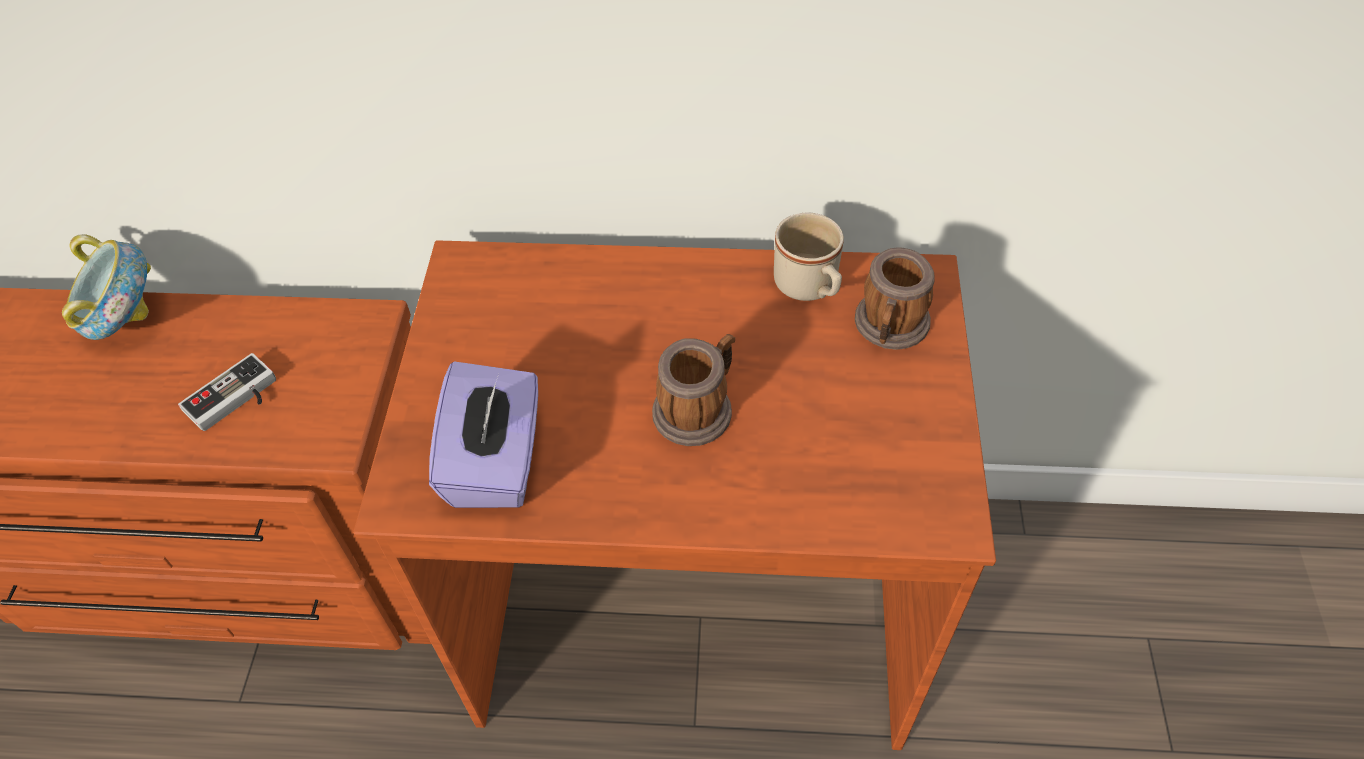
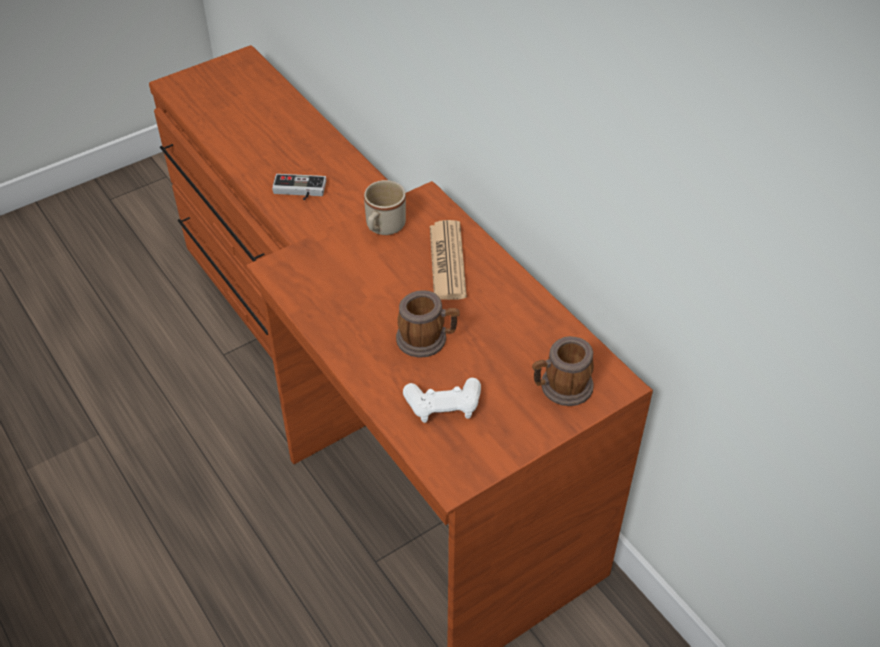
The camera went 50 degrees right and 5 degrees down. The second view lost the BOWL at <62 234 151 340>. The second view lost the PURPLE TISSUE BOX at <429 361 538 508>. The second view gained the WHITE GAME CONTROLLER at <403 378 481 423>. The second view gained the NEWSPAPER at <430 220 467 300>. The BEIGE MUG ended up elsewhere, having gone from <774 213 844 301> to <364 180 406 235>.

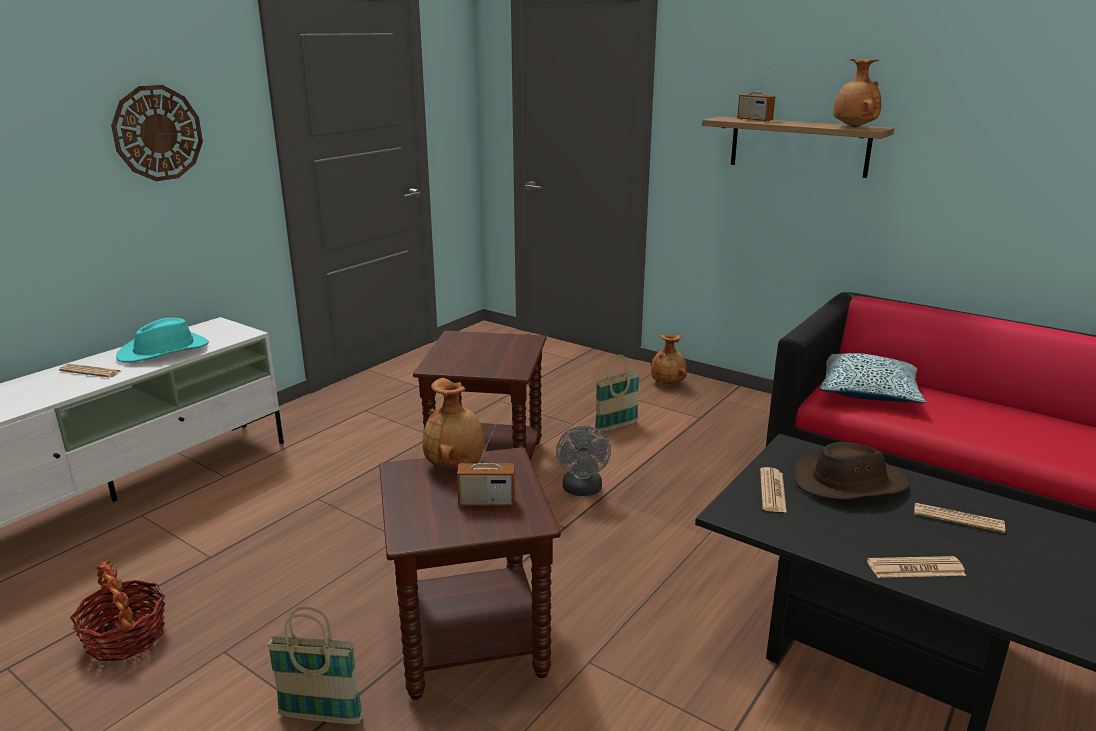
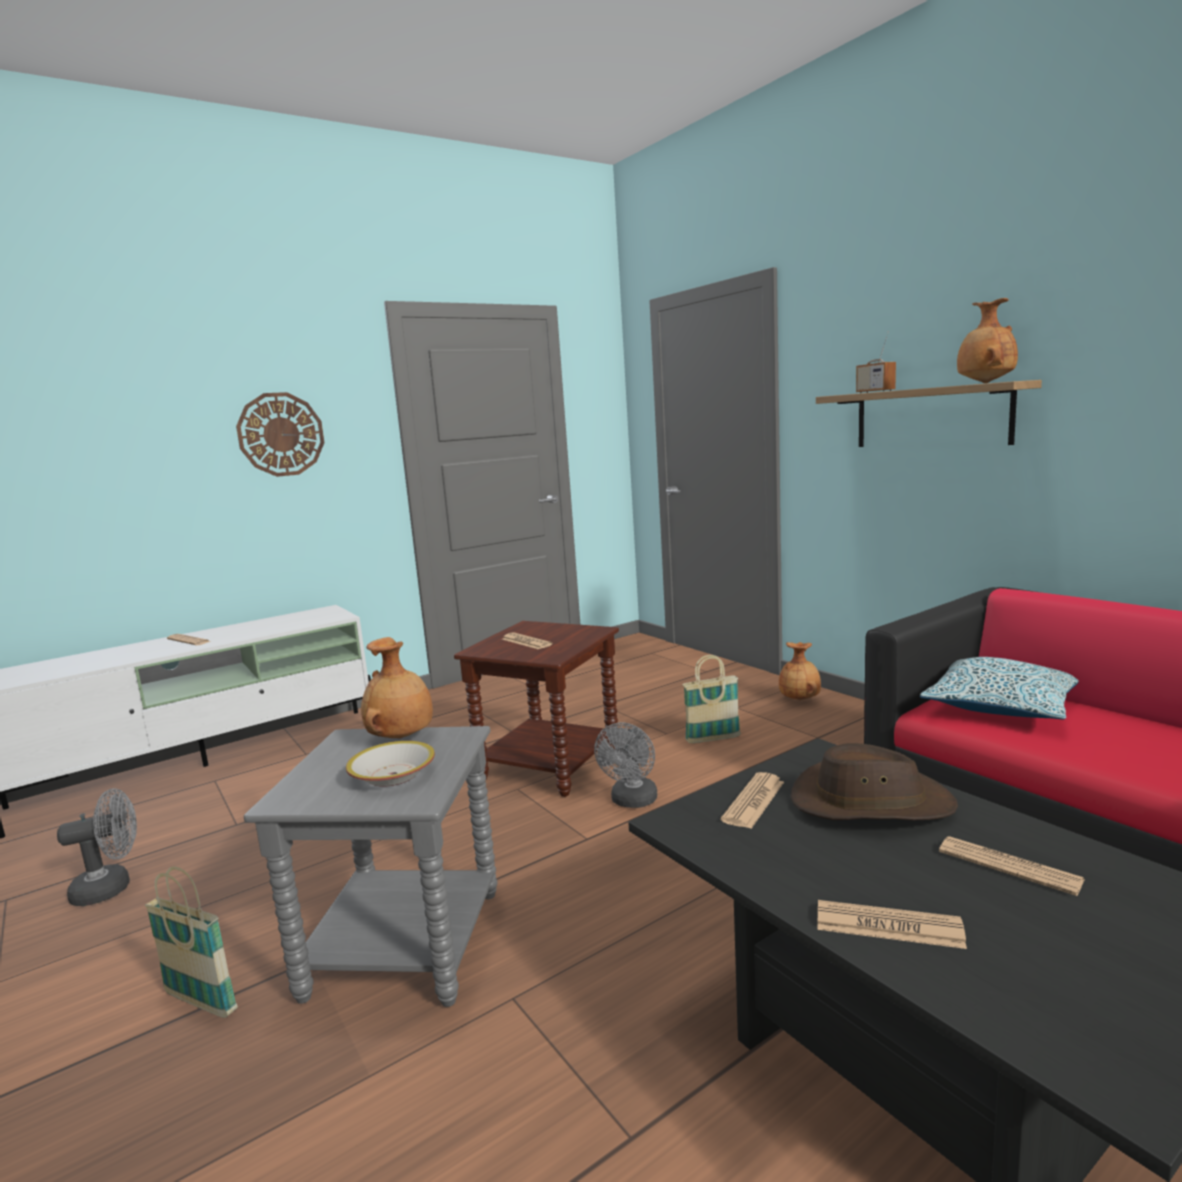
The camera went 20 degrees right and 10 degrees down. The second view lost the TURQUOISE HAT at <116 318 209 363>. The second view gained the NEWSPAPER at <502 633 553 649>. Where the BASKET stood at <70 560 165 662>, the GREY FAN came to stand at <57 788 137 906>. Where the RADIO stood at <457 424 515 506>, the BOWL came to stand at <346 741 435 787>. What was the BROWN SIDE TABLE at <379 447 561 700> turned into the GREY SIDE TABLE at <244 726 498 1007>.

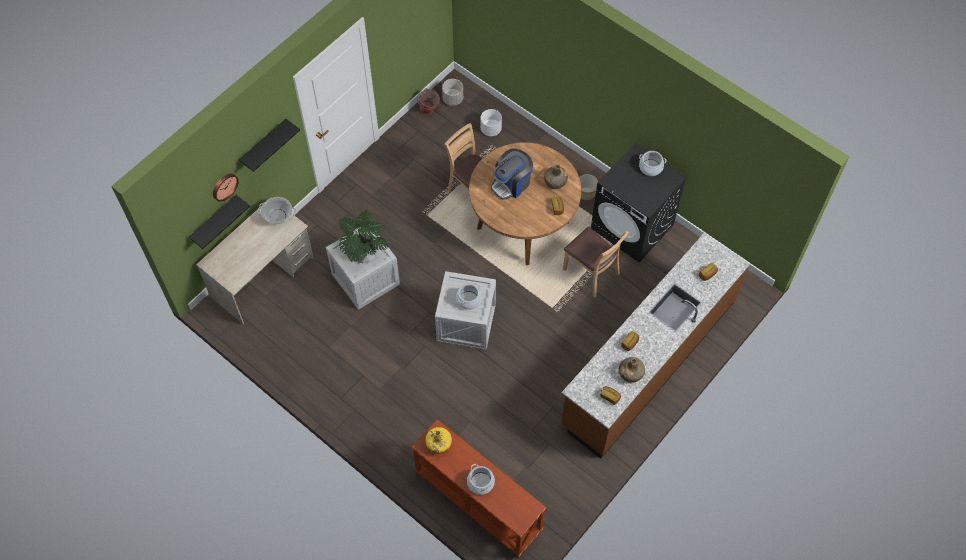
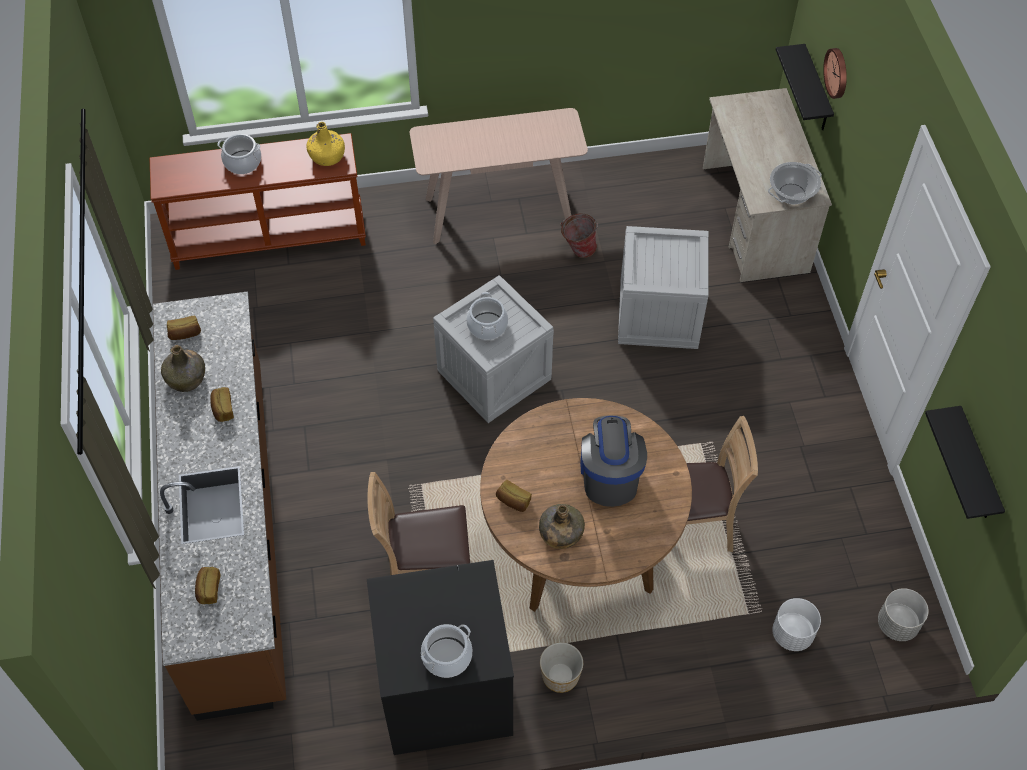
The camera went 130 degrees right and 5 degrees down. The second view lost the POTTED PLANT at <339 210 389 263>. The second view gained the BEIGE CONSOLE TABLE at <410 108 588 244>. The BLACK SHELF ended up elsewhere, having gone from <239 119 300 172> to <925 406 1005 519>. The BUCKET ended up elsewhere, having gone from <417 88 440 115> to <561 213 598 258>.

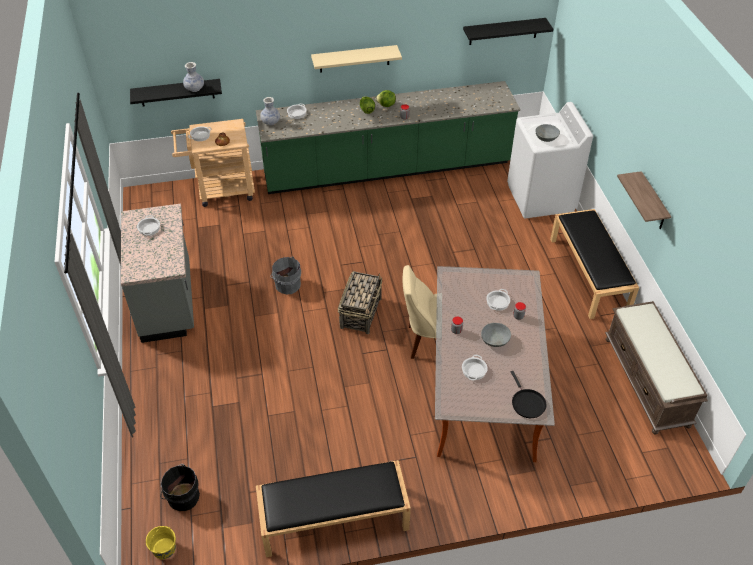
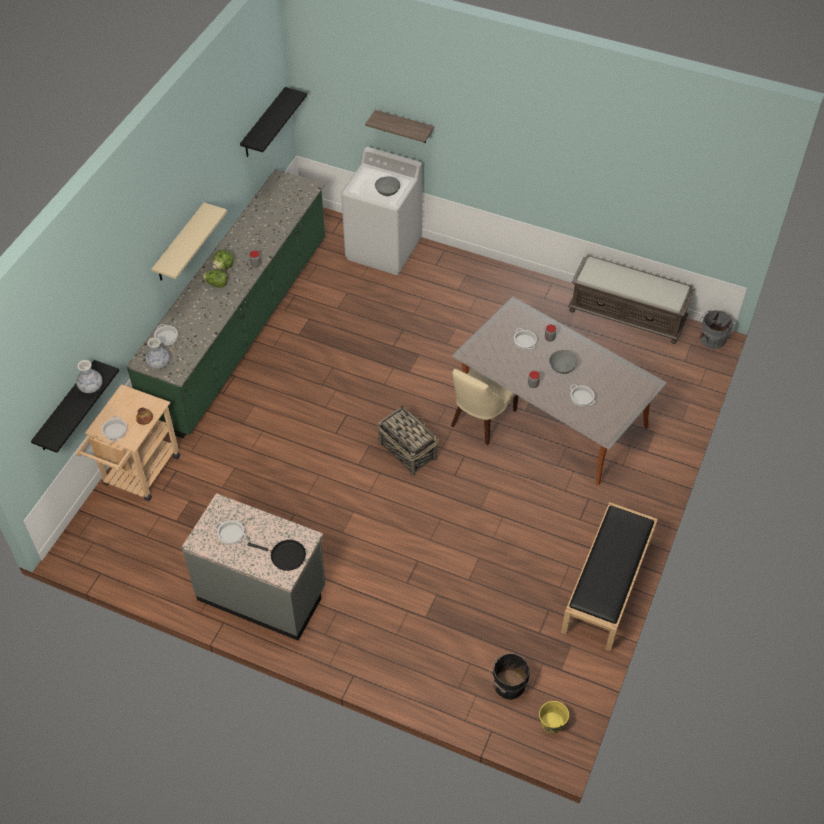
The camera went 55 degrees left and 5 degrees up. The second view lost the BLACK BENCH at <550 209 639 319>. The GREY BUCKET ended up elsewhere, having gone from <270 257 301 294> to <698 310 733 349>. The BLACK FRYING PAN ended up elsewhere, having gone from <511 371 547 418> to <248 540 306 571>. The SHELF ended up elsewhere, having gone from <617 171 671 229> to <365 110 434 143>.

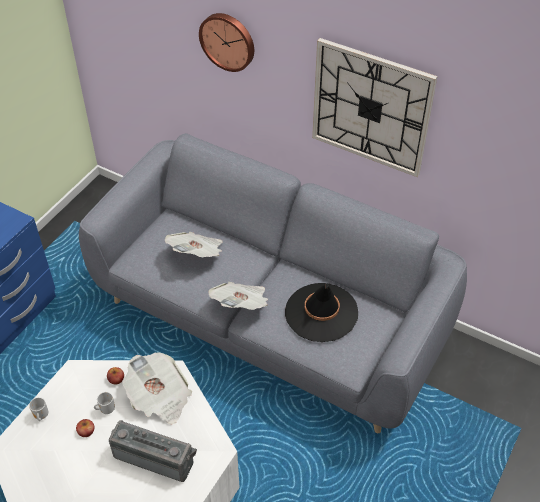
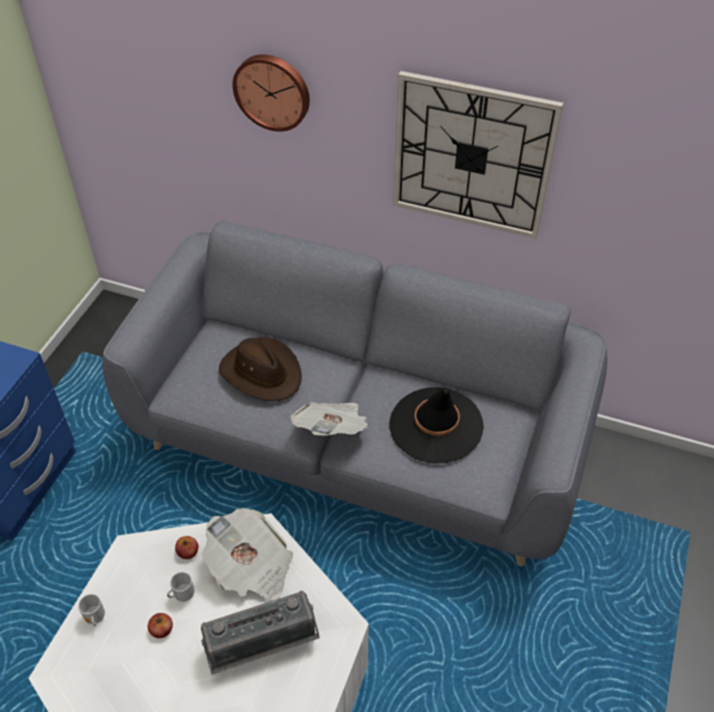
The camera went 10 degrees left and 0 degrees up. Where the NEWSPAPER stood at <165 232 223 257>, the BROWN HAT came to stand at <219 337 302 401>. The RADIO at <109 420 197 482> ended up facing another way, 150 degrees clockwise from before.

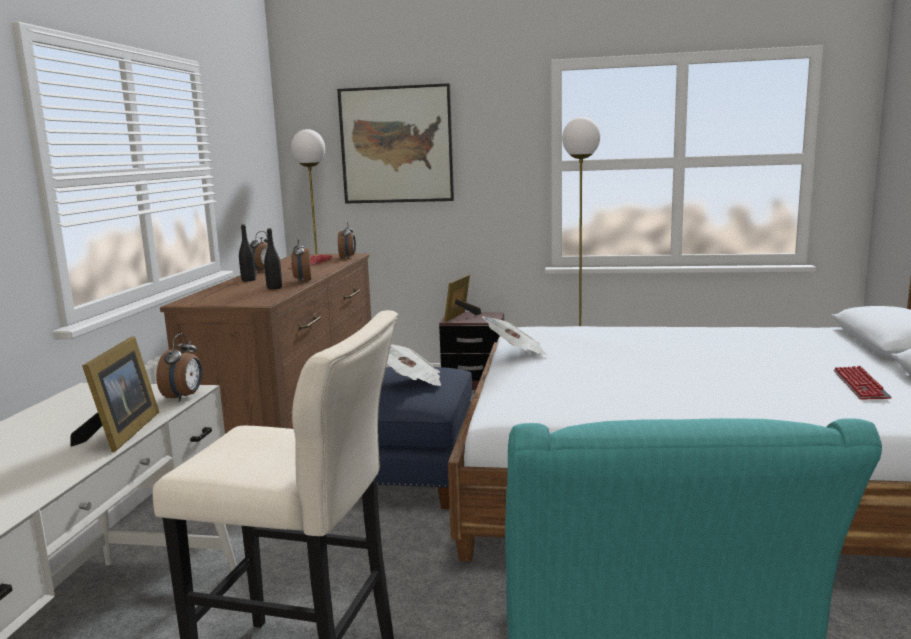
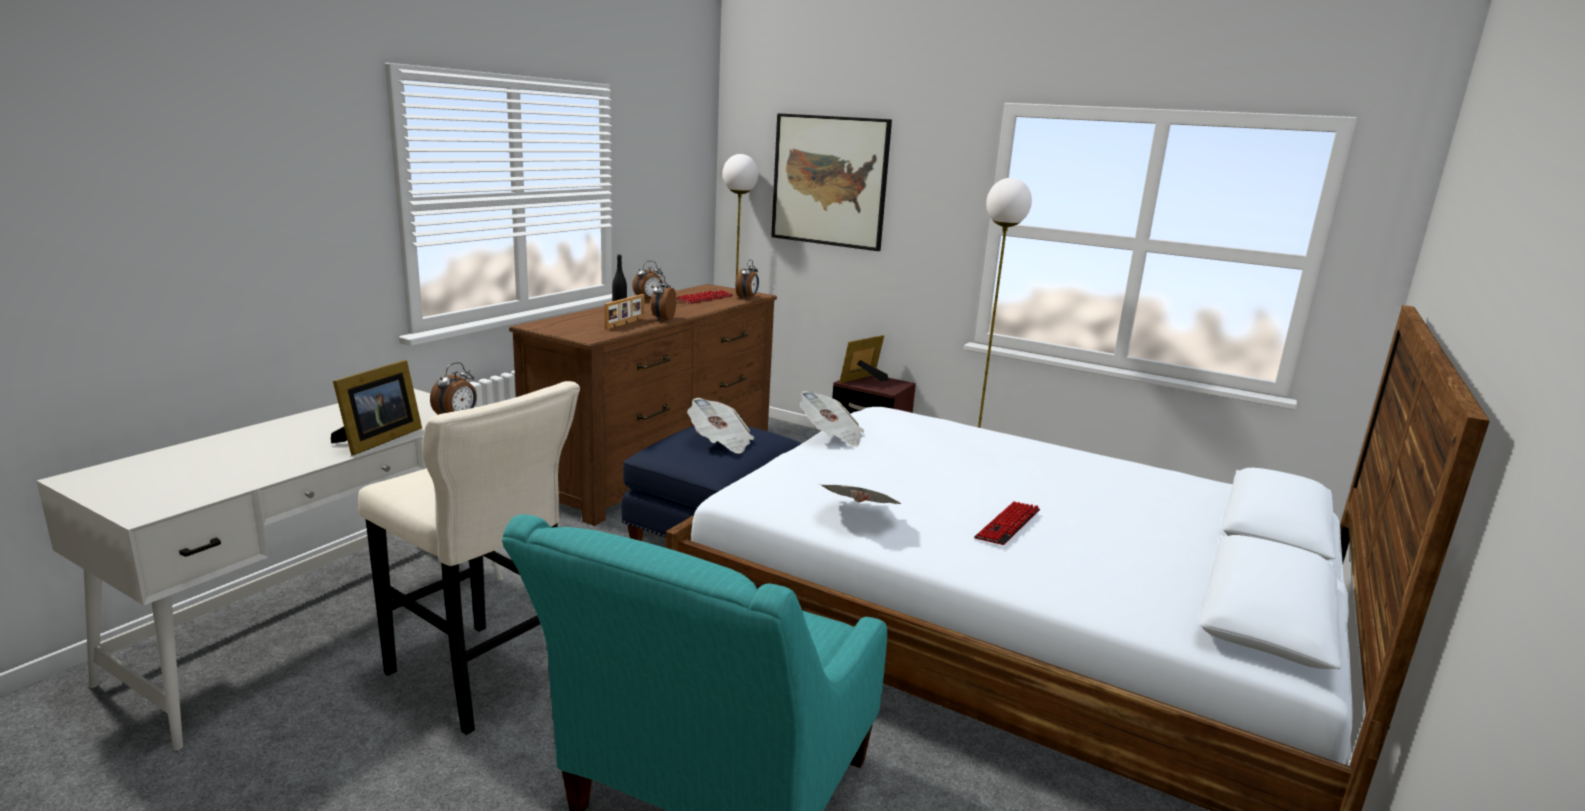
The camera went 20 degrees right and 5 degrees up. The second view gained the NEWSPAPER at <819 484 901 504>. The KEYBOARD ended up elsewhere, having gone from <833 366 892 400> to <974 501 1040 545>. Where the BLACK BOTTLE stood at <264 228 282 289>, the PICTURE FRAME came to stand at <604 294 644 330>.

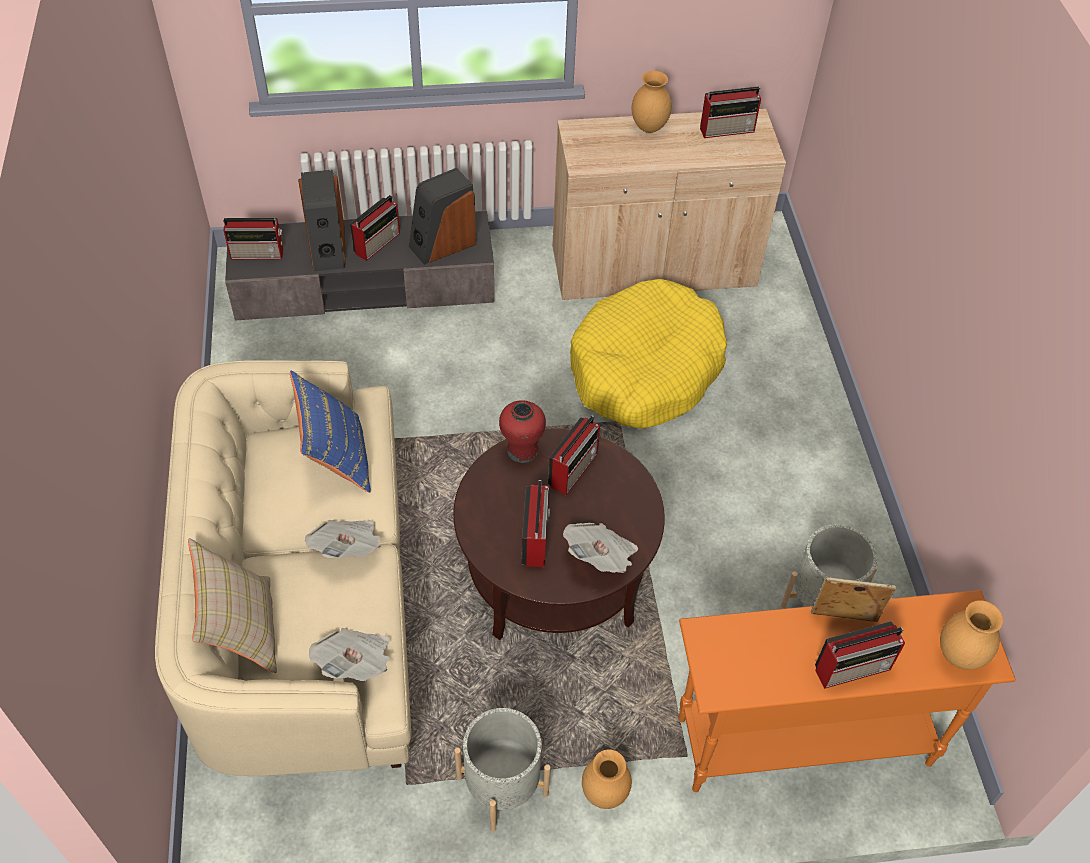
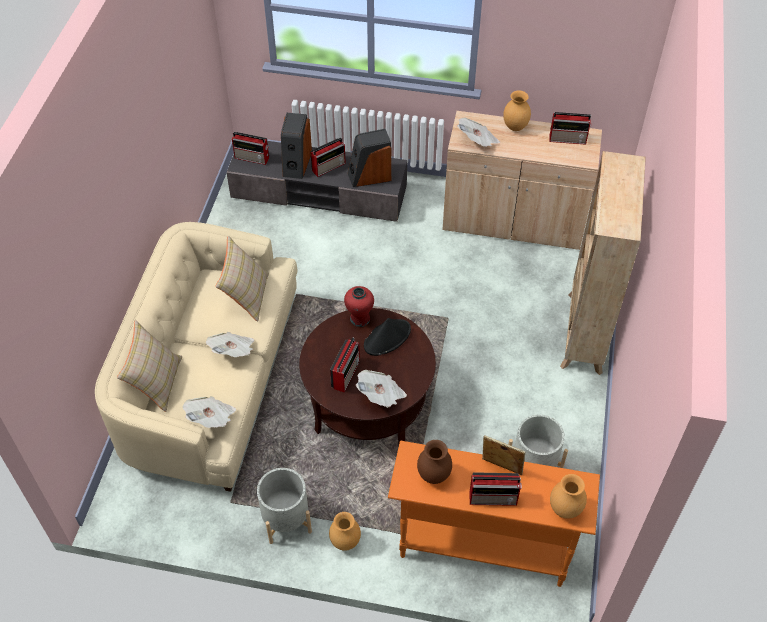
The camera went 20 degrees right and 0 degrees up. The second view lost the YELLOW DOG BED at <570 279 727 429>. The second view gained the BROWN VASE at <417 440 452 484>. The second view gained the NEWSPAPER at <457 118 500 147>. The second view gained the BEIGE BOOKCASE at <560 151 646 375>. Where the RADIO stood at <548 416 600 495>, the BLACK HAT came to stand at <364 318 411 356>. What was the BLUE PILLOW at <290 371 371 493> turned into the BEIGE PILLOW at <215 236 269 322>.

